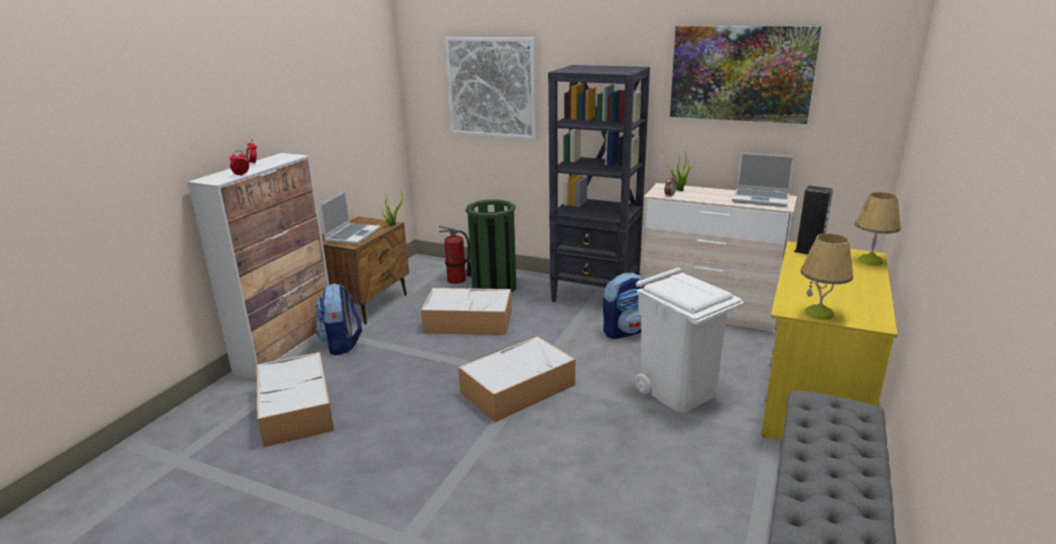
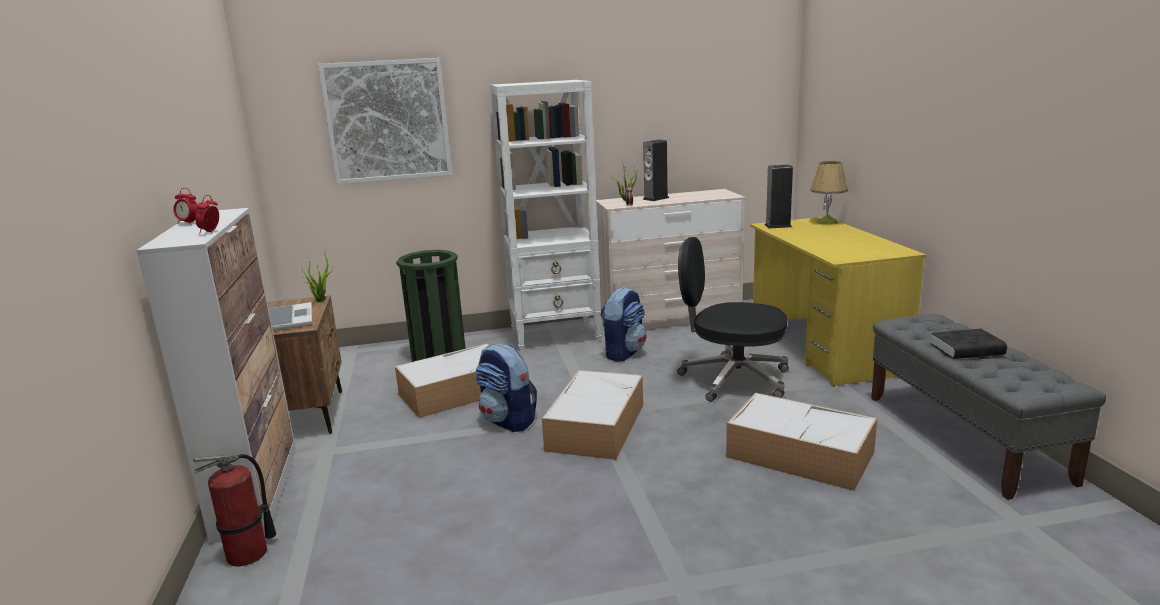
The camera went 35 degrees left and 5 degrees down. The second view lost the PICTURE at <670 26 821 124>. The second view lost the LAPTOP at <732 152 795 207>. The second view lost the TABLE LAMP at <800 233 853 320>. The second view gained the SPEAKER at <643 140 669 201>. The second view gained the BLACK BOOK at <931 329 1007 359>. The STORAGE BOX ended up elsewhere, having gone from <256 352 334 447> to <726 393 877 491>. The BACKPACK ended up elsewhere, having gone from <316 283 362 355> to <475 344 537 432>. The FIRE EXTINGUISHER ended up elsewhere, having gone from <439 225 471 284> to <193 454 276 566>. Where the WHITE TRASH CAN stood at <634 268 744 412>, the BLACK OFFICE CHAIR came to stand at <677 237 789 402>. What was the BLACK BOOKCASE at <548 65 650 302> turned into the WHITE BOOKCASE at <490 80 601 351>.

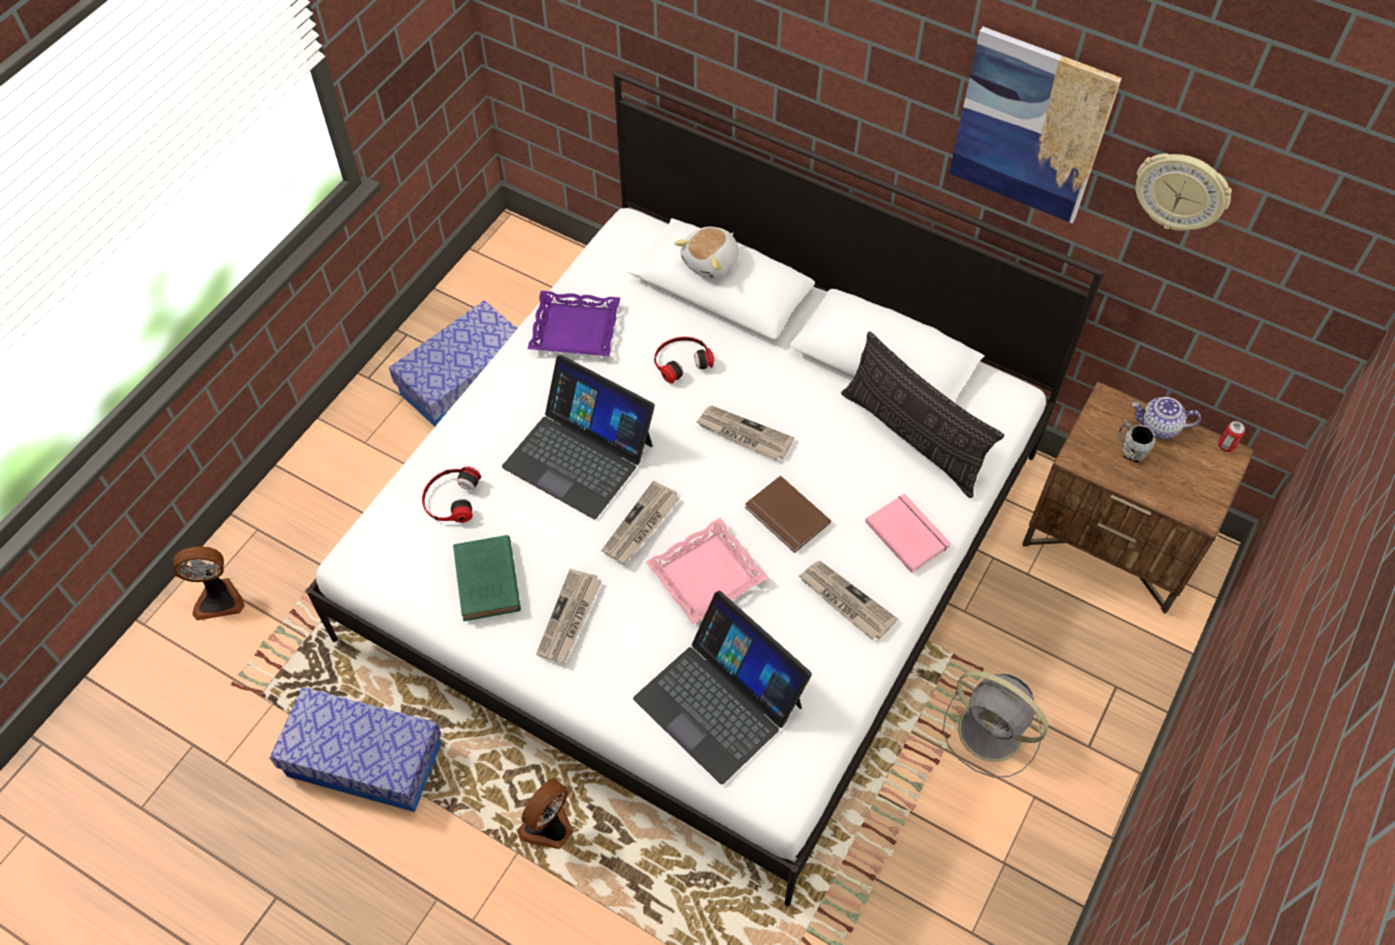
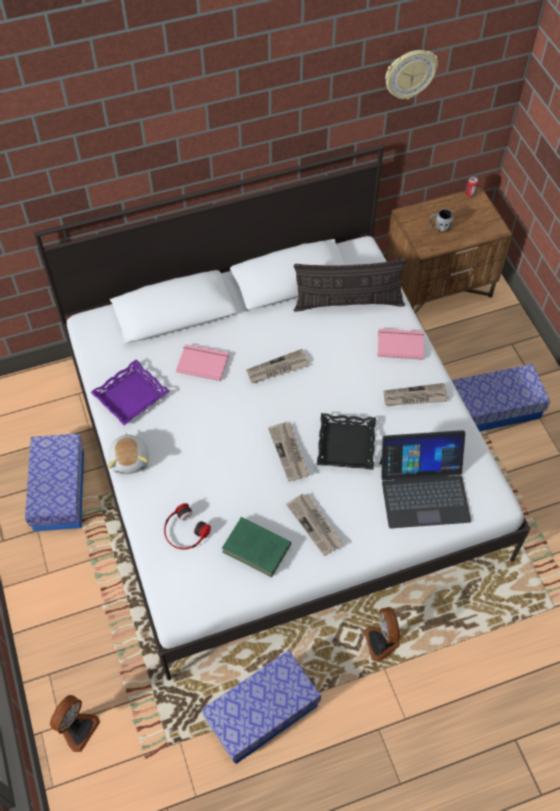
The camera went 50 degrees left and 0 degrees up. The second view lost the LAPTOP at <502 355 655 519>. The second view lost the BROWN BOOK at <745 475 831 553>. The second view lost the PICTURE at <949 27 1122 223>. The second view lost the TEAPOT at <1132 397 1201 439>. The PLUSH TOY ended up elsewhere, having gone from <674 227 739 279> to <108 433 149 474>. Where the HEADPHONES stood at <654 337 714 383>, the PINK BOOK came to stand at <176 344 229 381>. Where the GREY FAN stood at <943 671 1048 778>, the STORAGE BOX came to stand at <452 364 550 431>. What was the PINK TRAY at <645 518 769 624> turned into the BLACK TRAY at <317 413 376 470>.

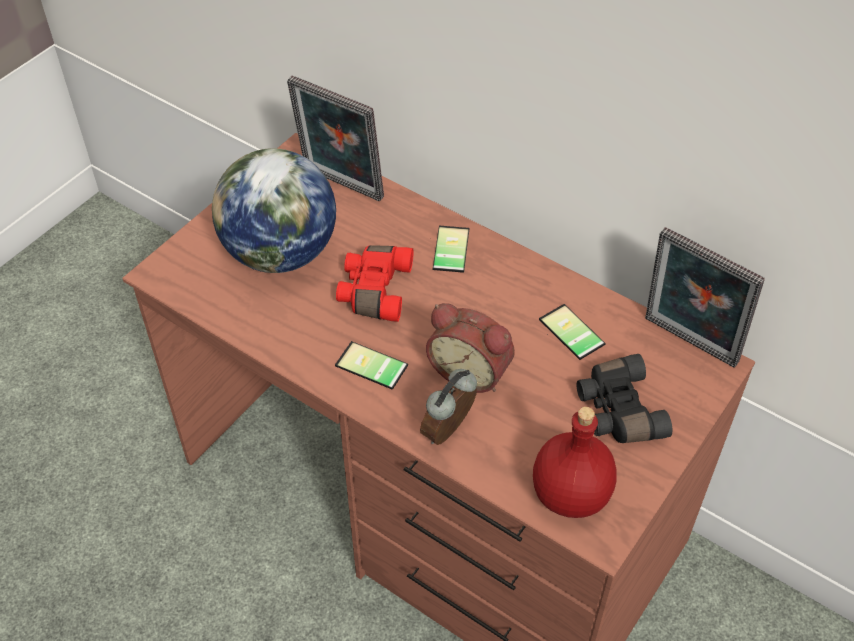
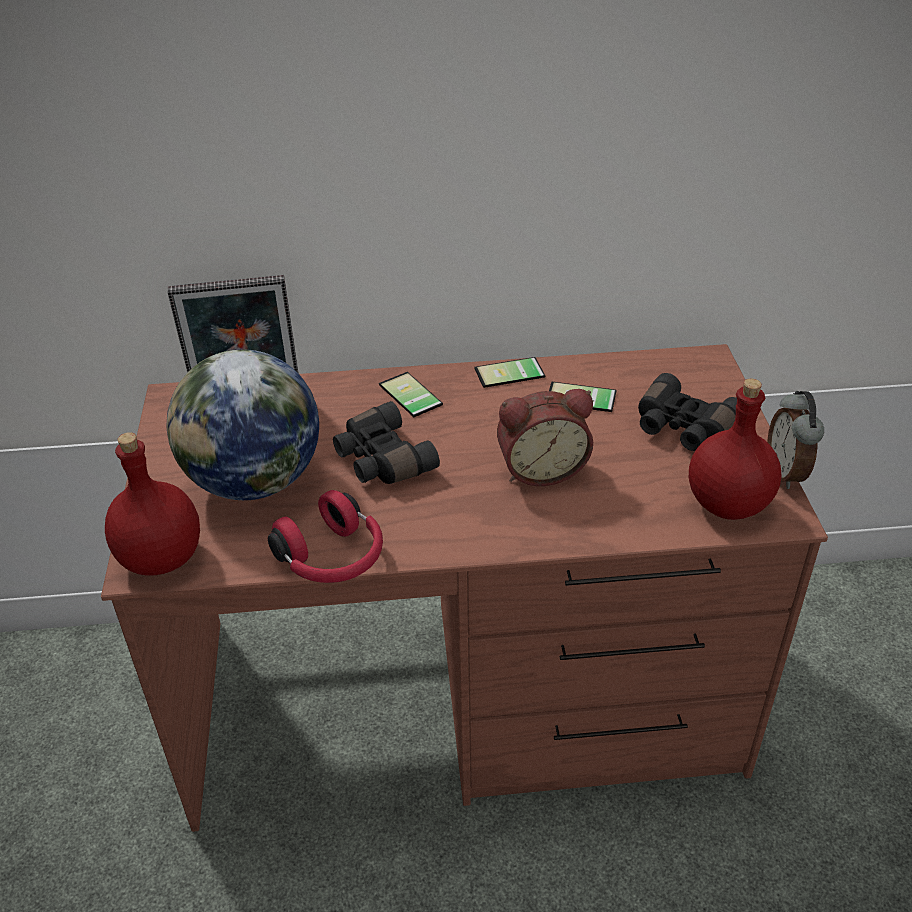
The camera went 40 degrees left and 10 degrees down. The second view lost the PICTURE FRAME at <645 227 765 368>. The second view gained the RED BOTTLE at <105 432 200 576>. The second view gained the RED HEADPHONES at <268 490 383 583>. The PHONE ended up elsewhere, having gone from <335 341 408 390> to <474 357 545 388>. The ALARM CLOCK ended up elsewhere, having gone from <420 369 477 445> to <767 391 824 489>. What was the RED BINOCULARS at <336 245 414 322> turned into the BLACK BINOCULARS at <333 401 440 484>.

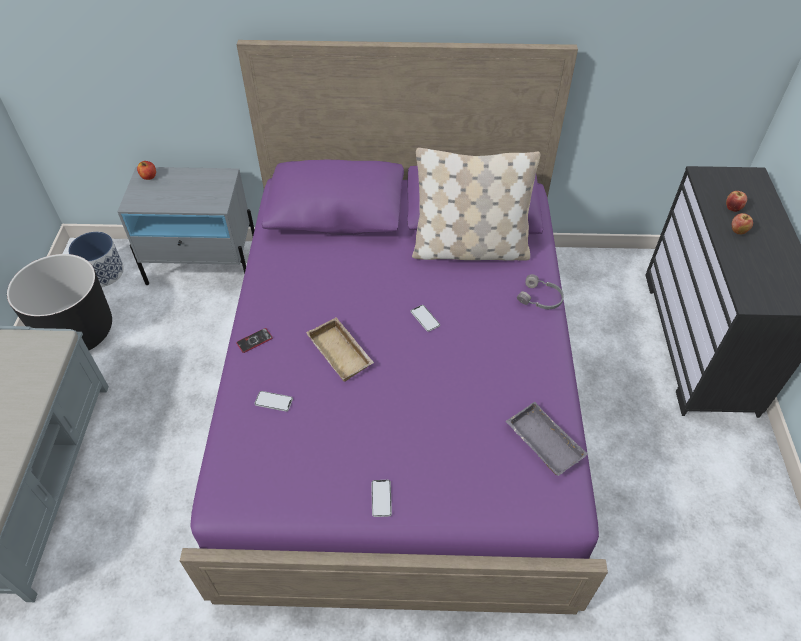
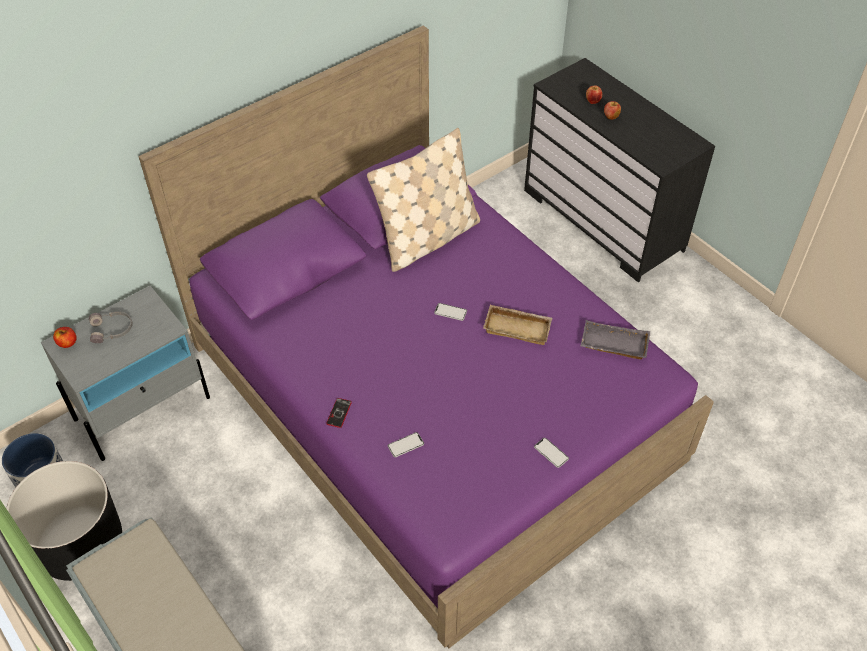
The camera went 40 degrees left and 0 degrees up. The BEIGE TRAY ended up elsewhere, having gone from <306 317 374 382> to <483 305 553 345>. The GREY HEADPHONES ended up elsewhere, having gone from <517 274 564 309> to <89 311 133 343>.

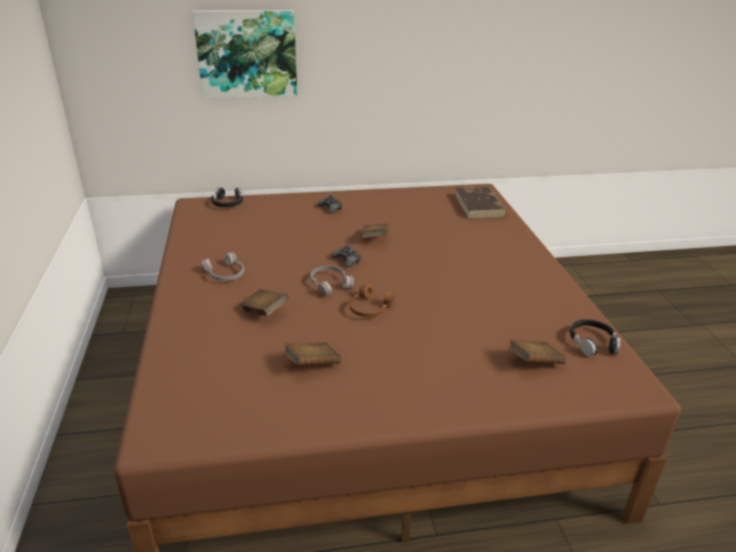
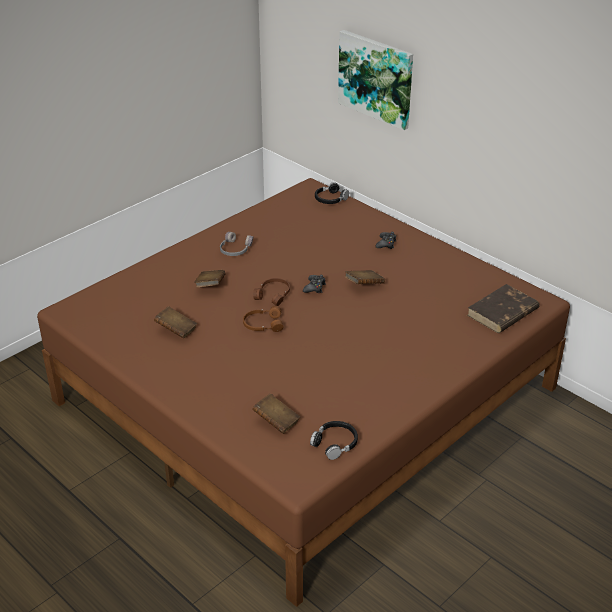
The camera went 55 degrees right and 5 degrees up. What was the GREY HEADPHONES at <310 266 354 296> turned into the BROWN HEADPHONES at <253 278 290 306>.

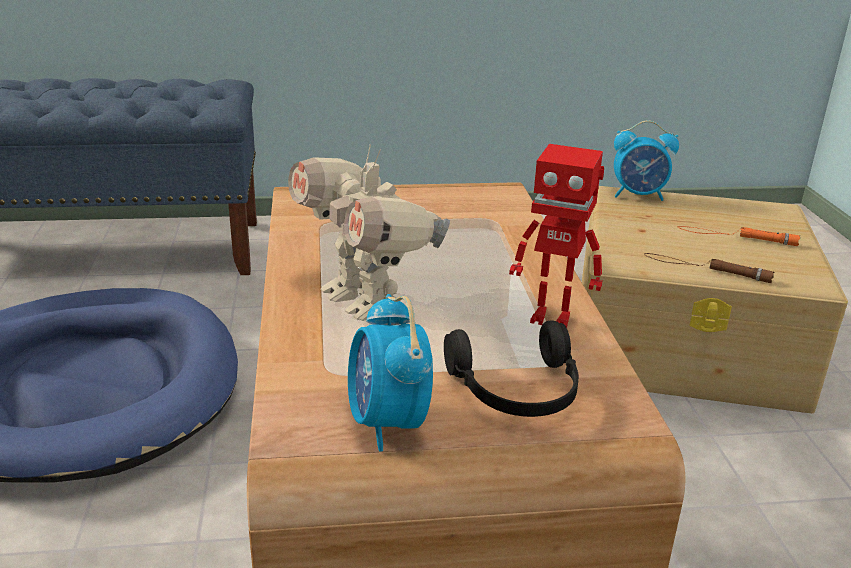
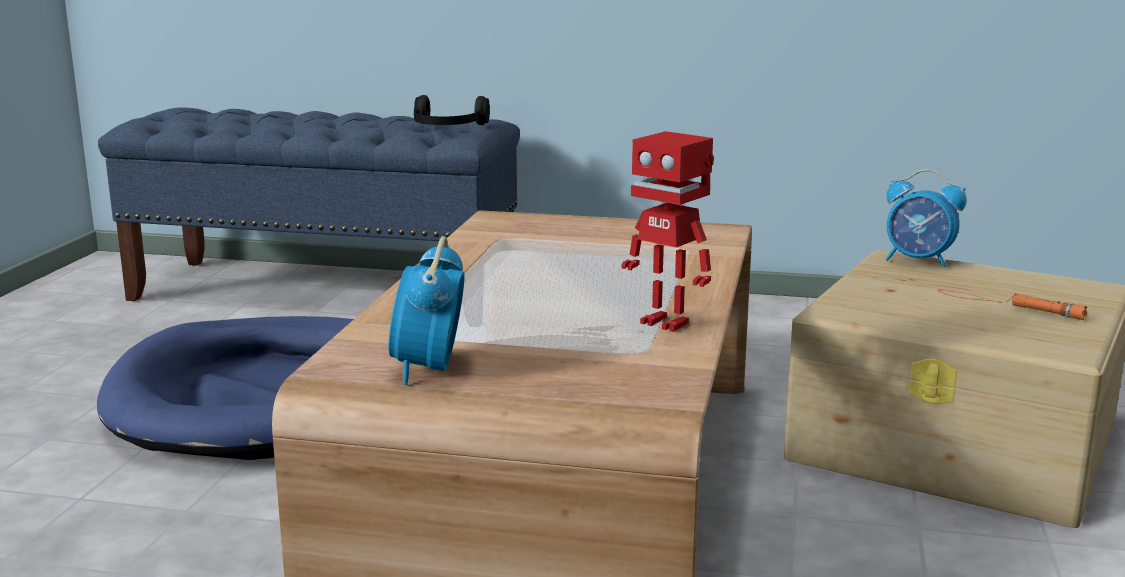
The camera went 20 degrees right and 10 degrees down. The second view lost the TOY ROBOT at <288 144 450 321>. The second view lost the BROWN FLASHLIGHT at <644 253 774 283>. The BLACK HEADPHONES ended up elsewhere, having gone from <444 320 579 417> to <414 95 490 125>.

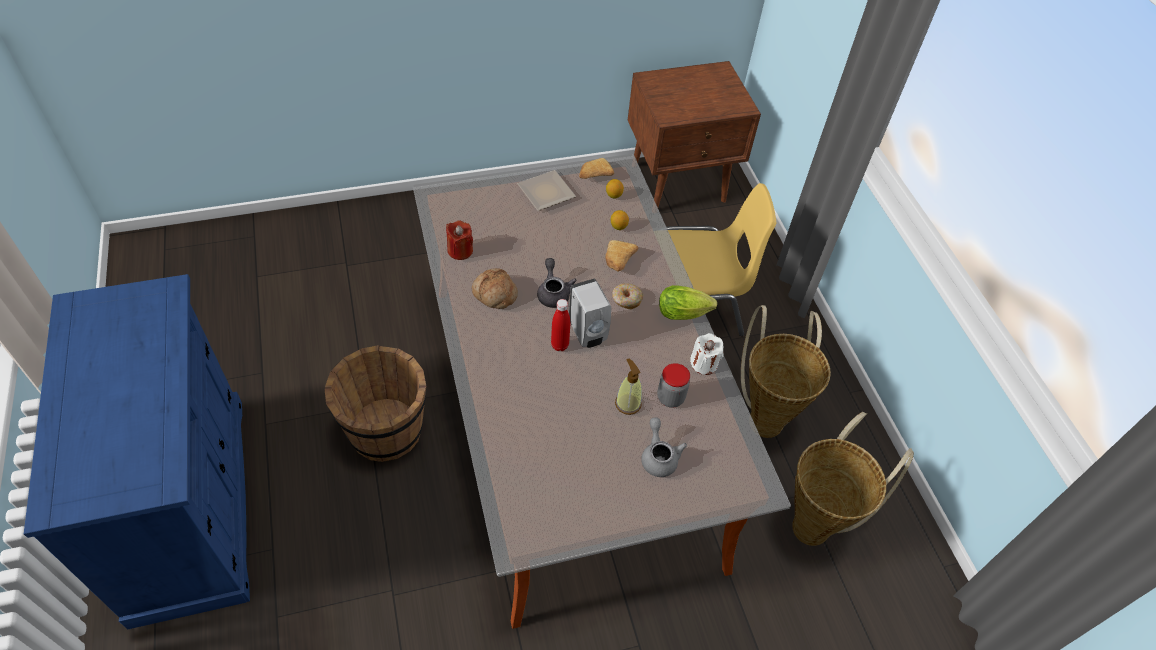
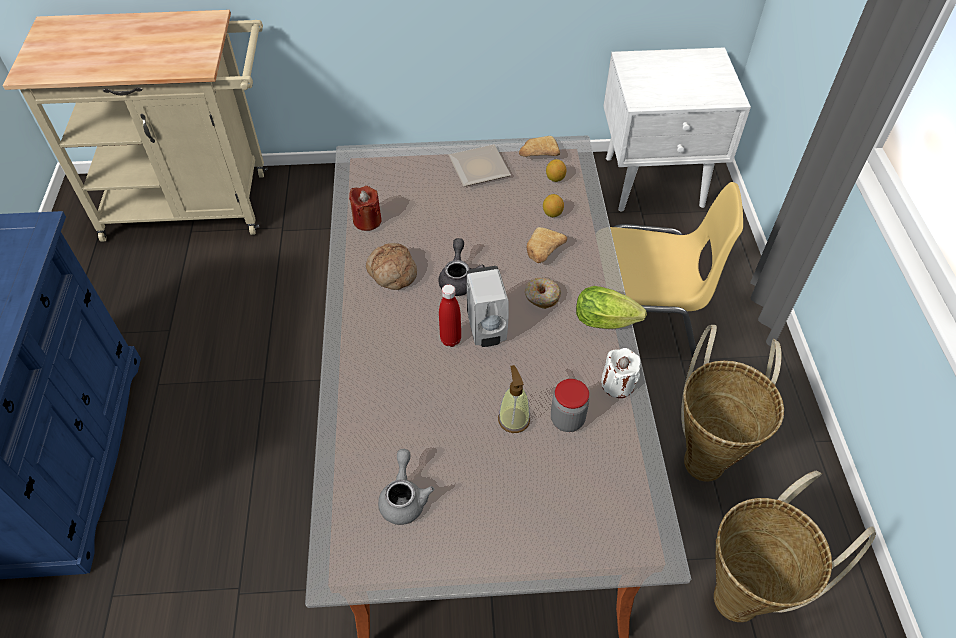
The camera went 15 degrees right and 0 degrees up. The second view lost the BROWN BUCKET at <324 345 426 462>. The second view gained the BEIGE CART at <3 10 268 242>. The GREY TEAPOT ended up elsewhere, having gone from <641 417 687 477> to <378 449 434 525>. What was the BROWN NIGHTSTAND at <628 61 761 207> turned into the WHITE NIGHTSTAND at <603 47 751 212>.

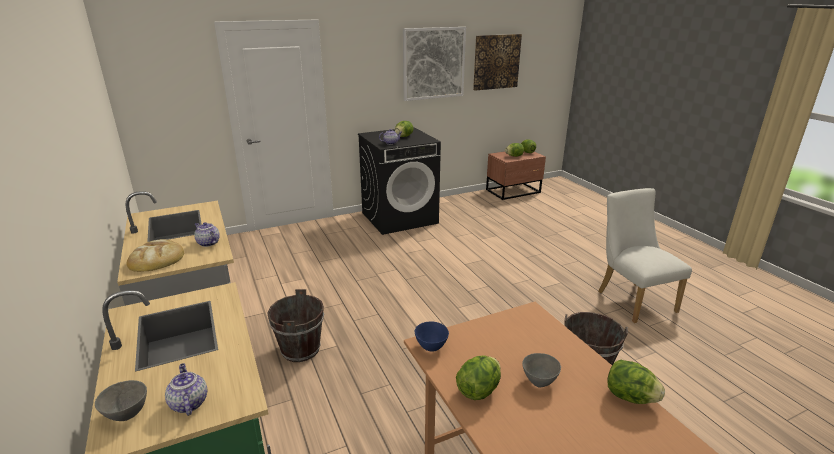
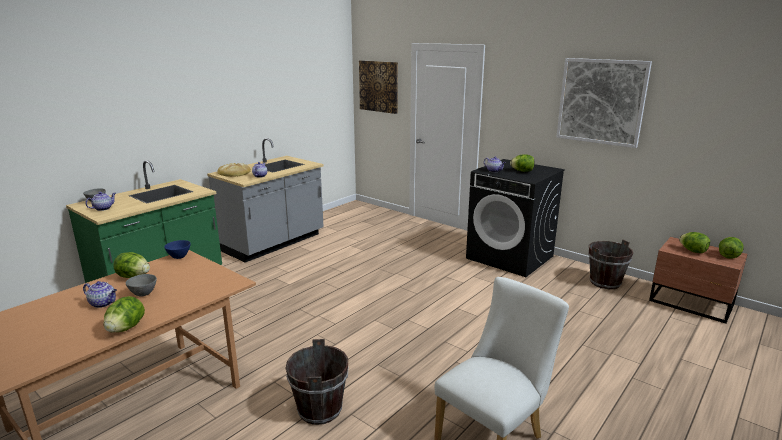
The camera went 65 degrees right and 5 degrees down. The second view gained the TEAPOT at <83 281 117 308>. The BROWN BUCKET ended up elsewhere, having gone from <267 289 324 362> to <588 240 633 289>. The PICTURE ended up elsewhere, having gone from <473 34 522 91> to <359 60 398 114>.

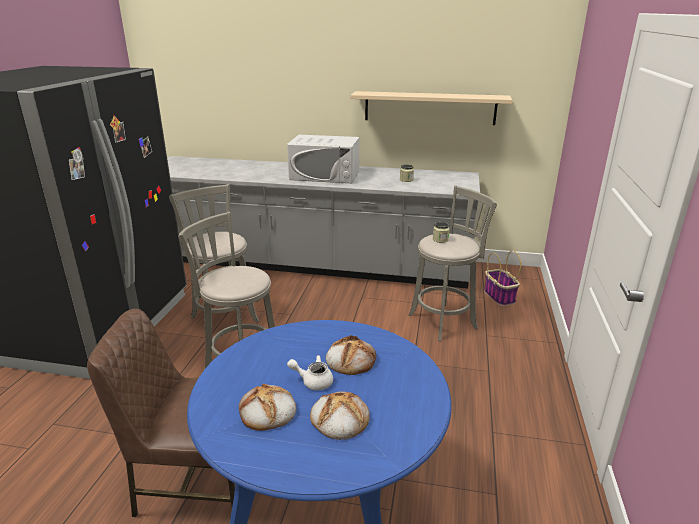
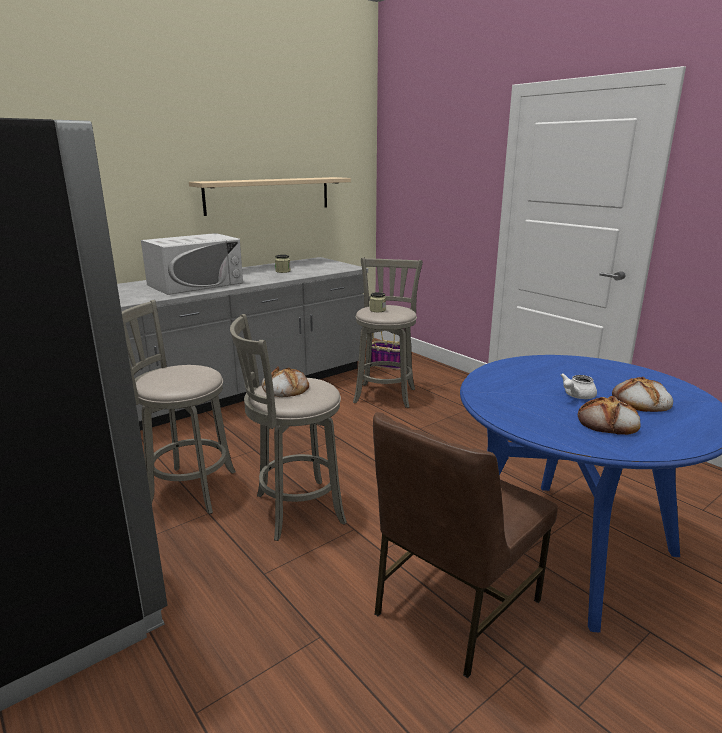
The camera went 50 degrees left and 5 degrees down. The BREAD ended up elsewhere, having gone from <326 335 376 375> to <262 366 309 397>.

